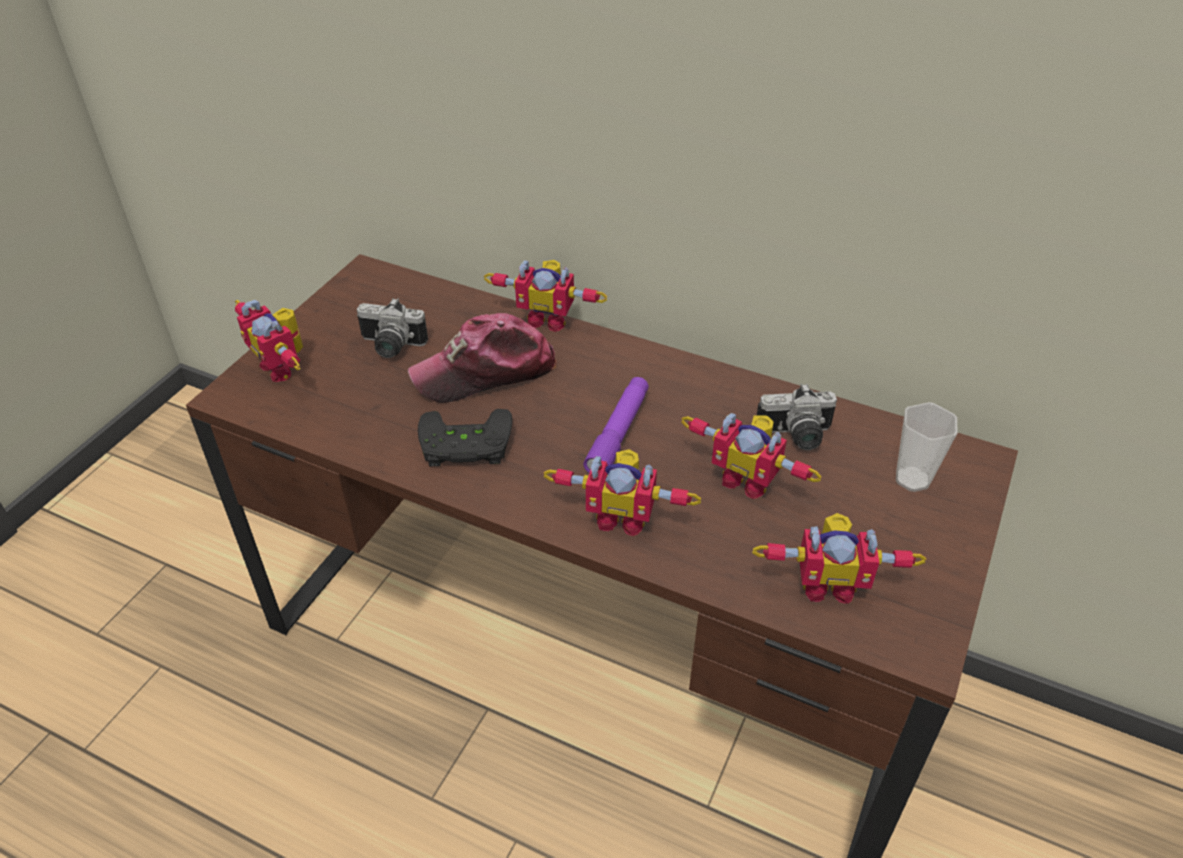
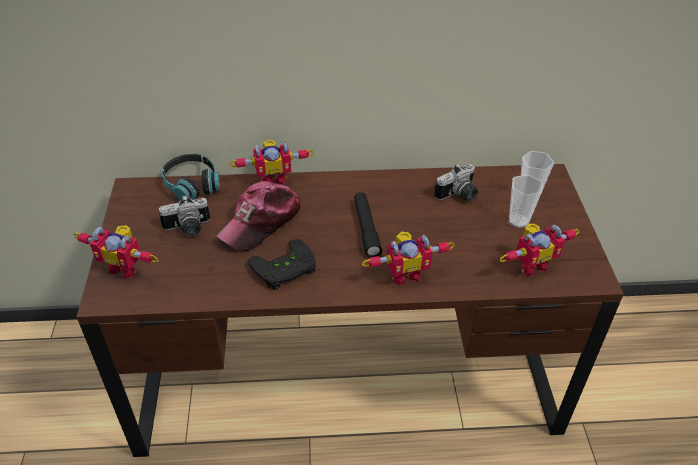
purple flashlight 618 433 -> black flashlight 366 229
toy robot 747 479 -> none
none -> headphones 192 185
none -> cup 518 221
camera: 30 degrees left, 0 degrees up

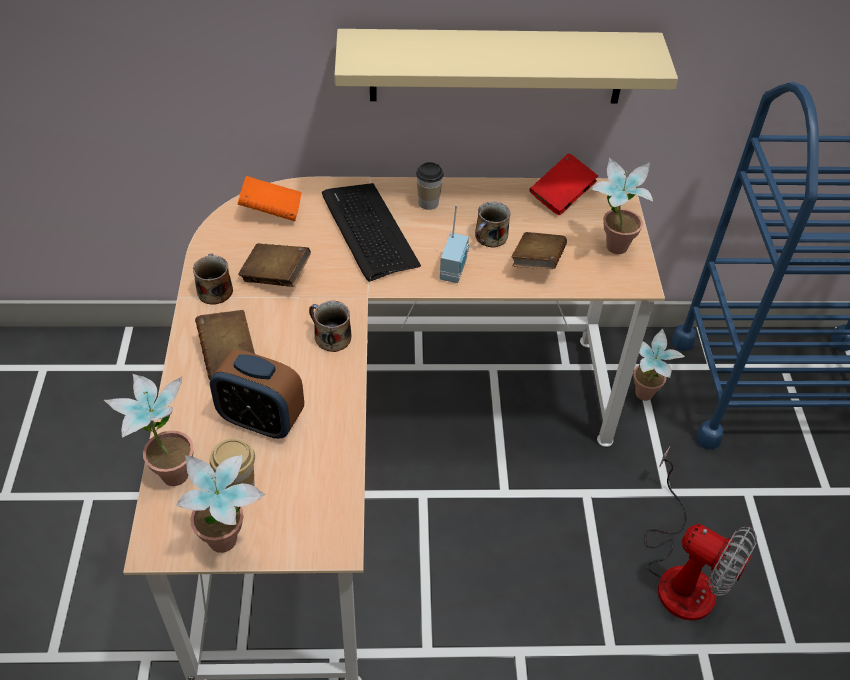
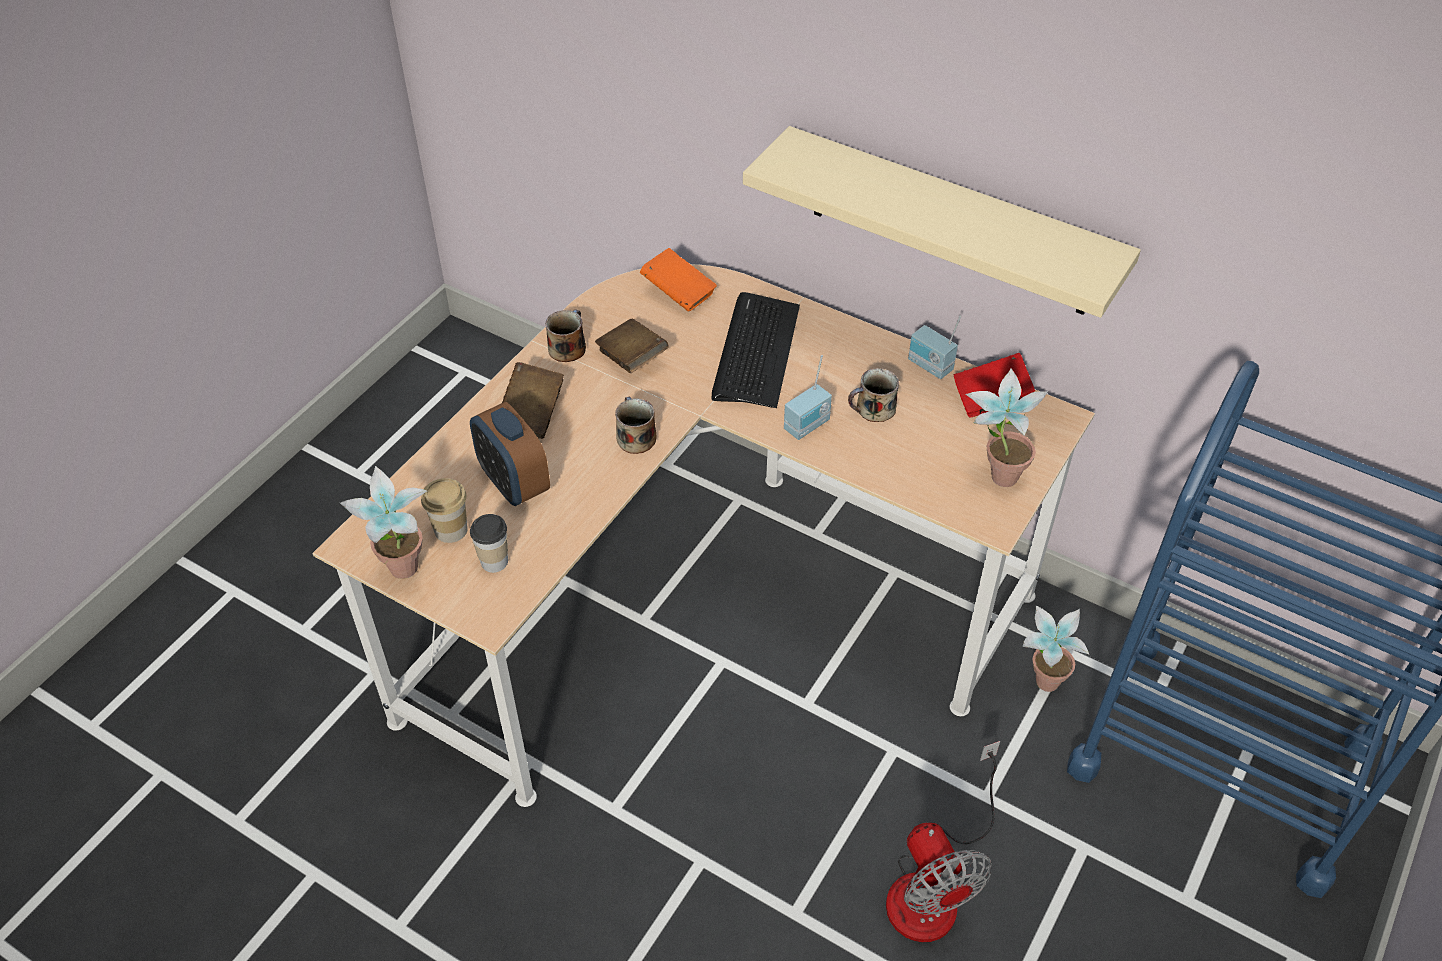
cup 428 202 -> cup 494 561, moved
brown book 537 263 -> none
potted plant 168 468 -> none
none -> radio 929 366
camera: 35 degrees right, 0 degrees up

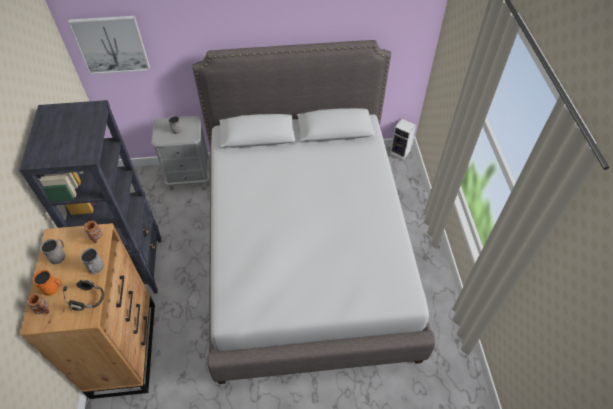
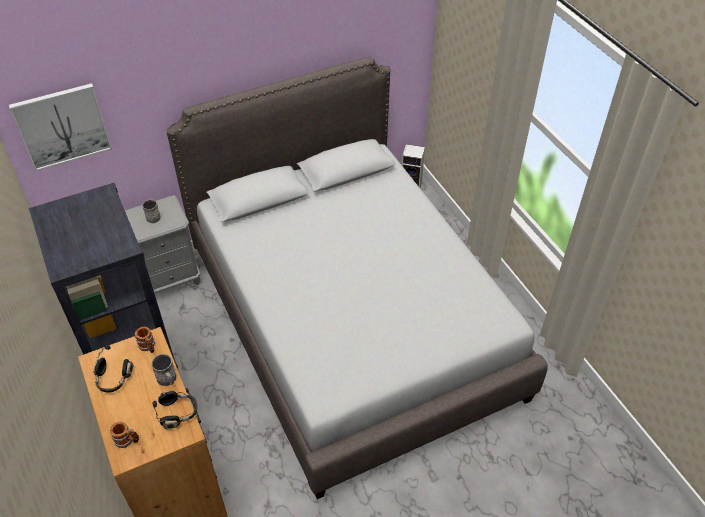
grey mug 58 255 -> black headphones 113 379
orange mug 53 288 -> none
camera: 20 degrees left, 5 degrees down

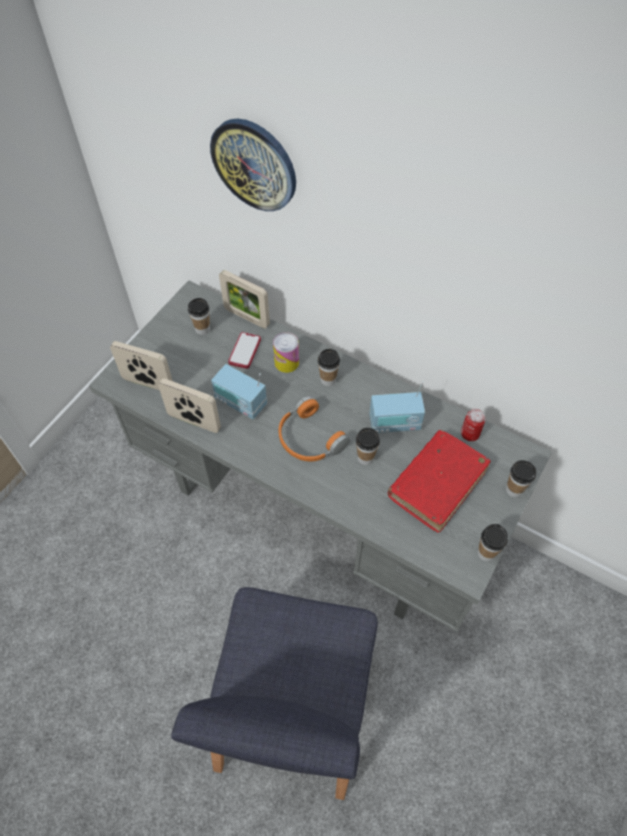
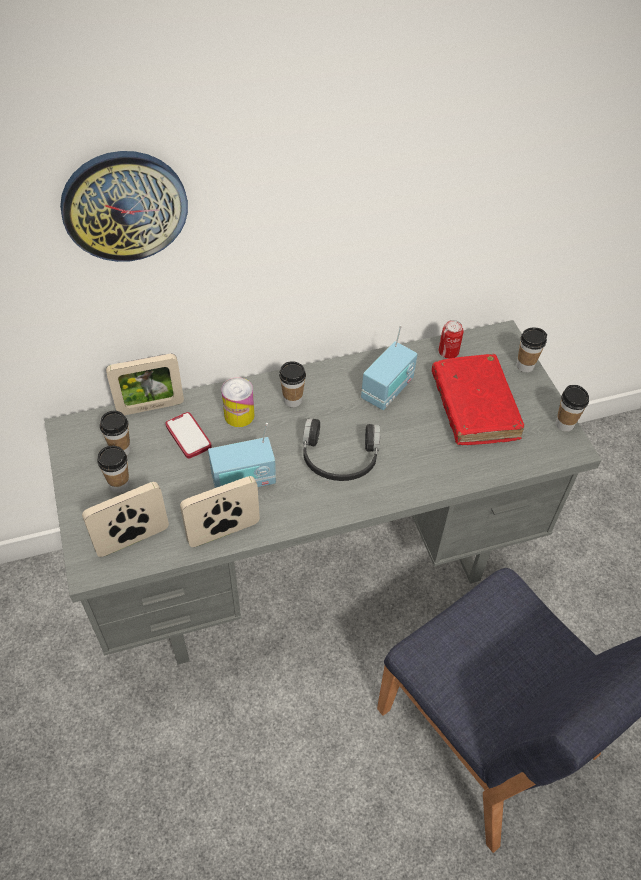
orange headphones 308 439 -> black headphones 339 459
cup 365 457 -> cup 119 484, moved
camera: 50 degrees left, 5 degrees down

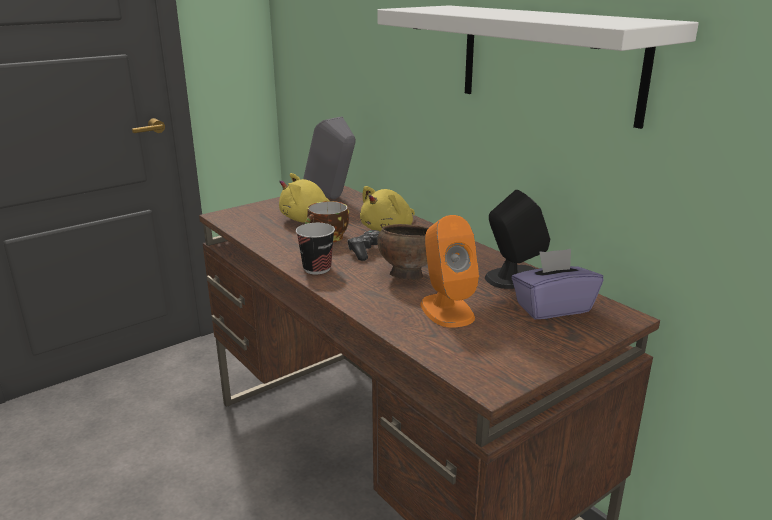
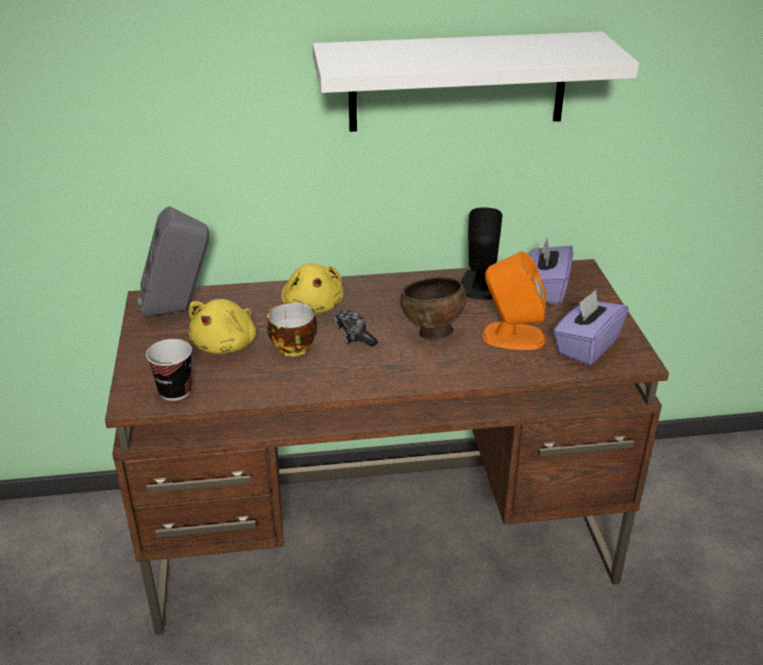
cup 317 268 -> cup 175 391, moved
none -> purple tissue box 586 347
camera: 60 degrees left, 10 degrees up

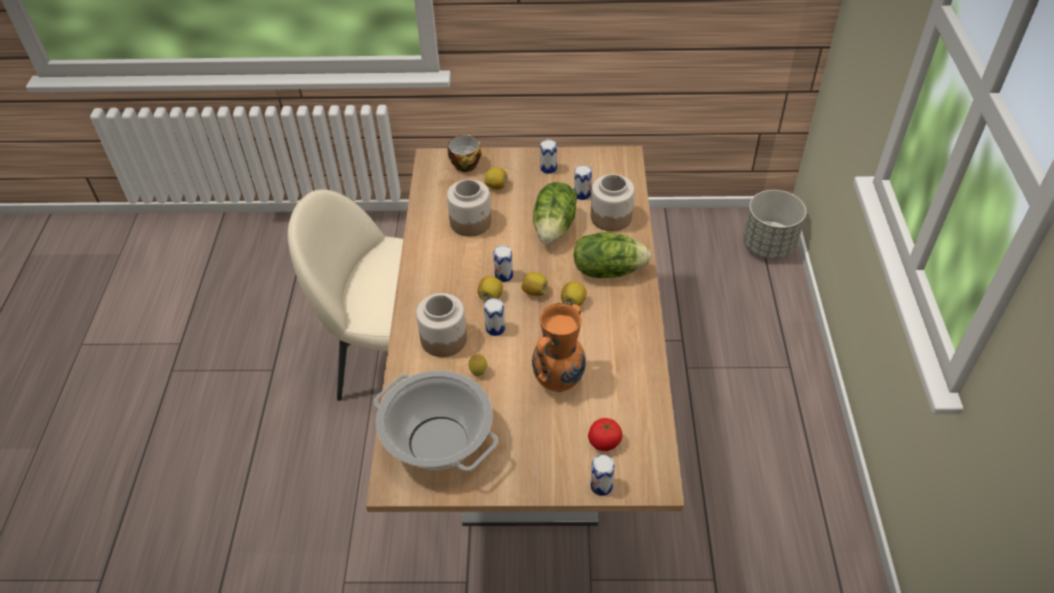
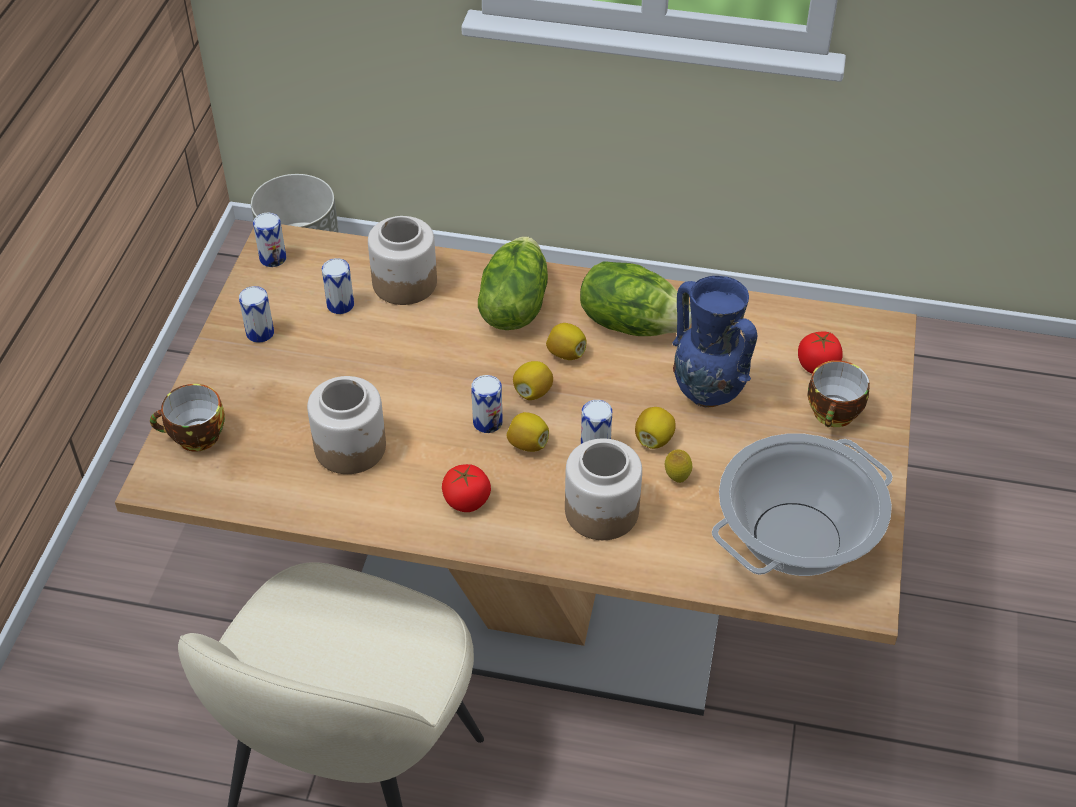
lemon 496 186 -> lemon 654 439, moved
lettuce 555 227 -> lettuce 631 323, moved
orange vase 559 380 -> blue vase 707 392
can 601 486 -> can 273 258, moved
none -> cup 834 415
none -> tomato 467 500
camera: 80 degrees left, 0 degrees up

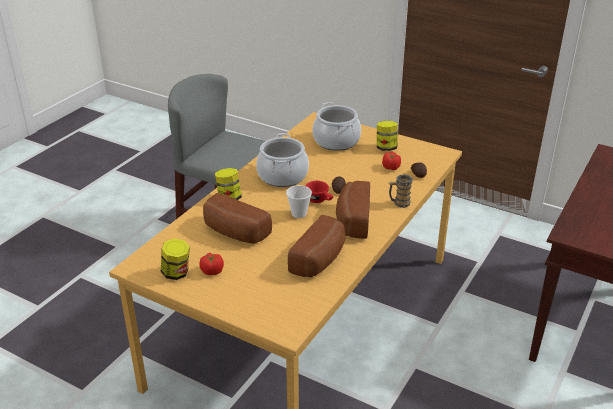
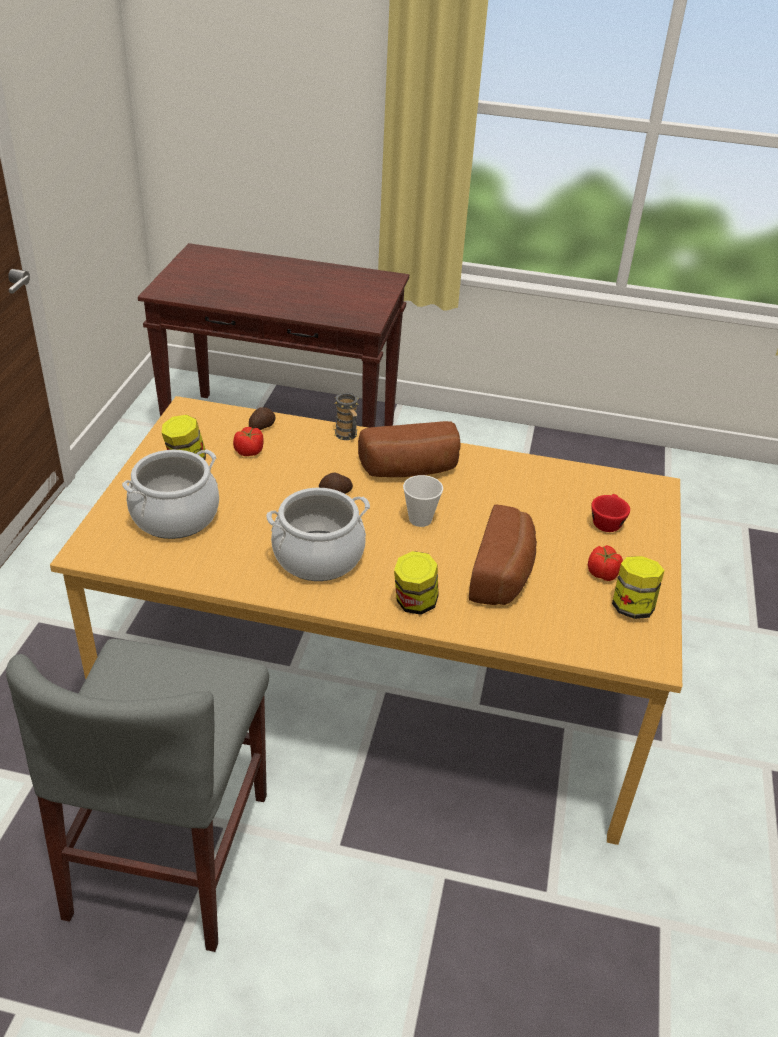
red cup 319 200 -> red cup 606 521, moved
bread 321 260 -> none
camera: 110 degrees left, 5 degrees up

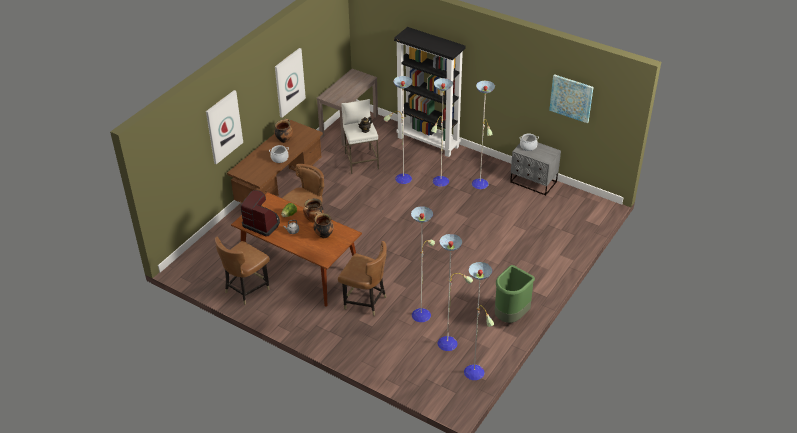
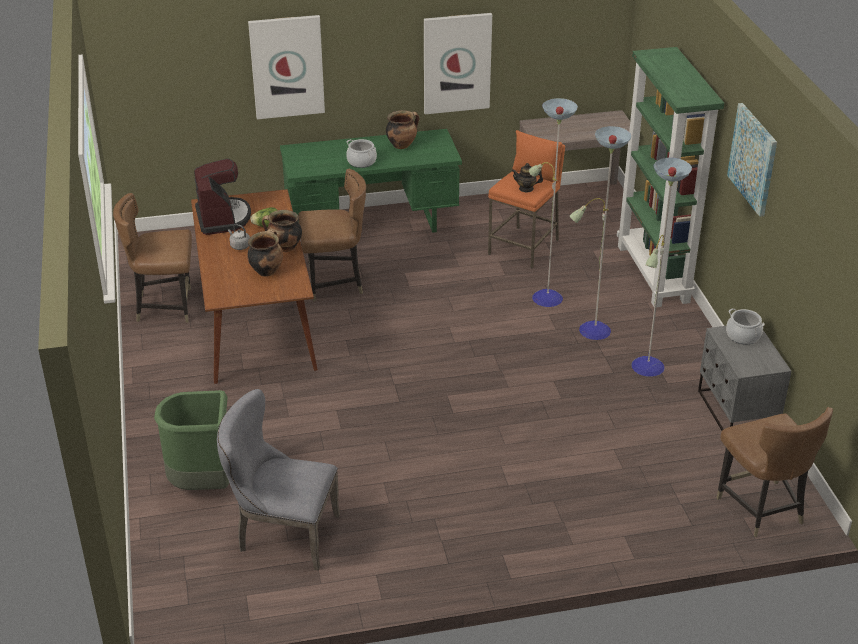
black bookcase 429 142 -> green bookcase 654 274
picture 571 98 -> picture 753 159, moved
white stool 361 161 -> orange stool 524 247
brown desk 280 191 -> green desk 373 225
floor lamp 448 342 -> grey chair 282 534
brown chair 365 301 -> brown chair 761 509, moved
green trash can 511 316 -> green trash can 203 484, moved
camera: 45 degrees right, 5 degrees down

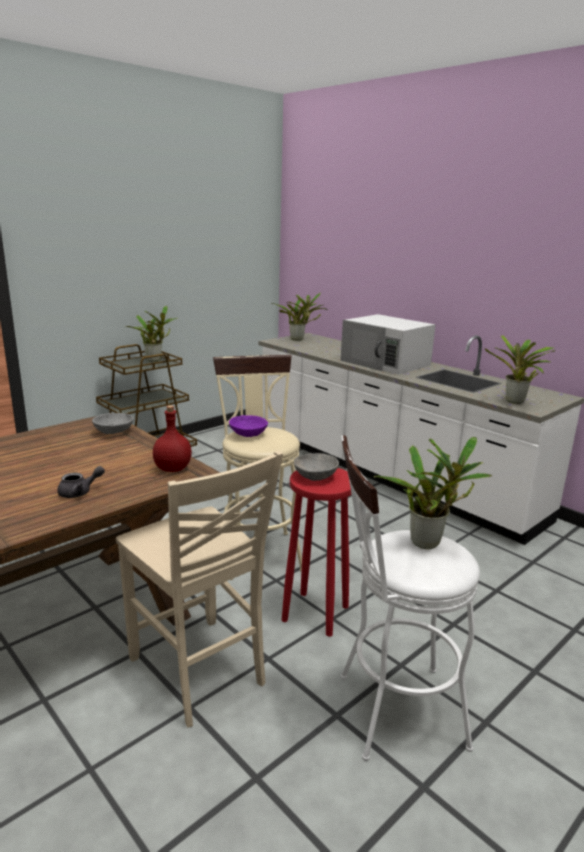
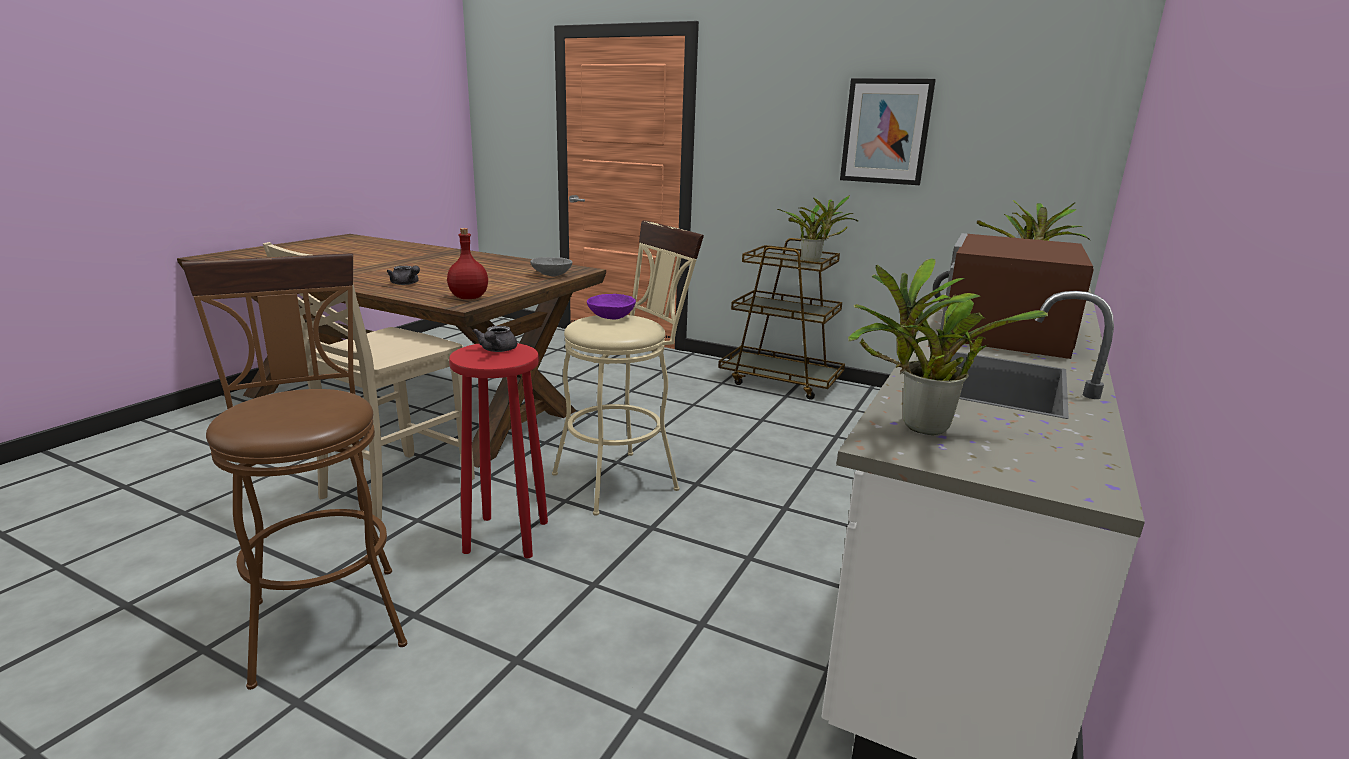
white microwave 386 363 -> brown microwave 1003 330
white stool 390 712 -> brown stool 326 613
potted plant 429 542 -> none
grey bowl 316 476 -> grey teapot 497 350
none -> picture 886 131
camera: 70 degrees right, 0 degrees up

